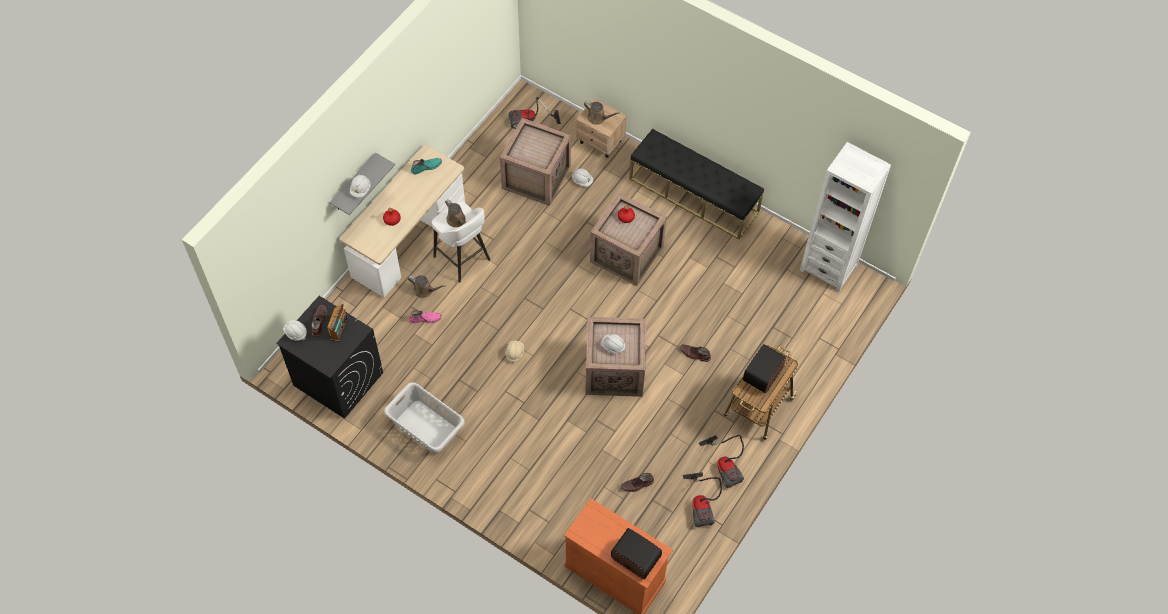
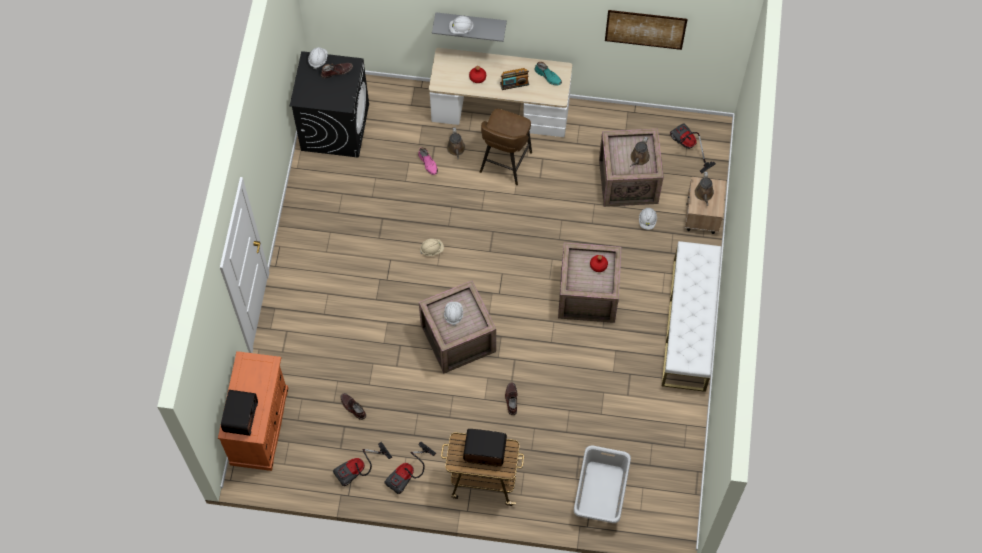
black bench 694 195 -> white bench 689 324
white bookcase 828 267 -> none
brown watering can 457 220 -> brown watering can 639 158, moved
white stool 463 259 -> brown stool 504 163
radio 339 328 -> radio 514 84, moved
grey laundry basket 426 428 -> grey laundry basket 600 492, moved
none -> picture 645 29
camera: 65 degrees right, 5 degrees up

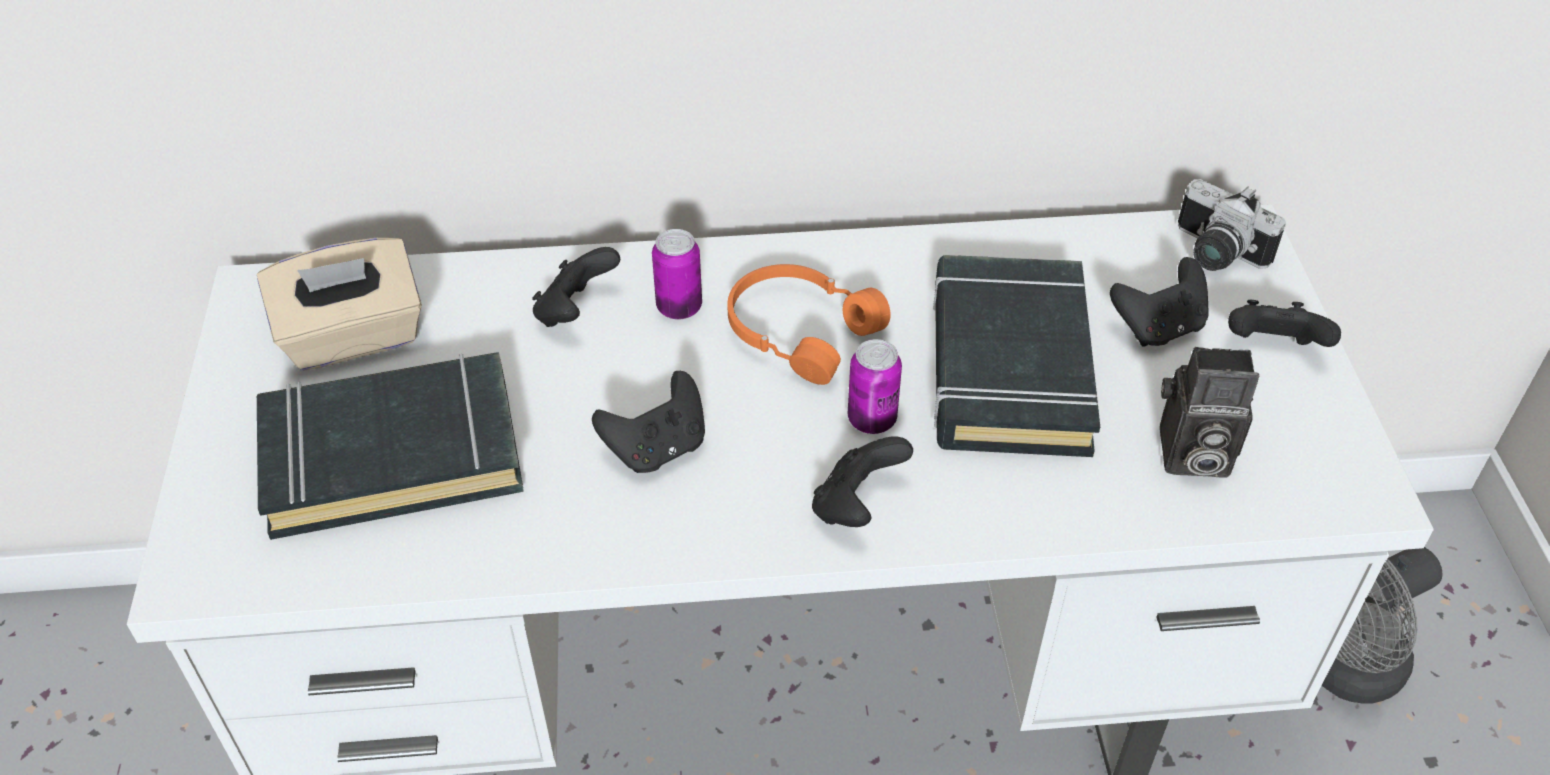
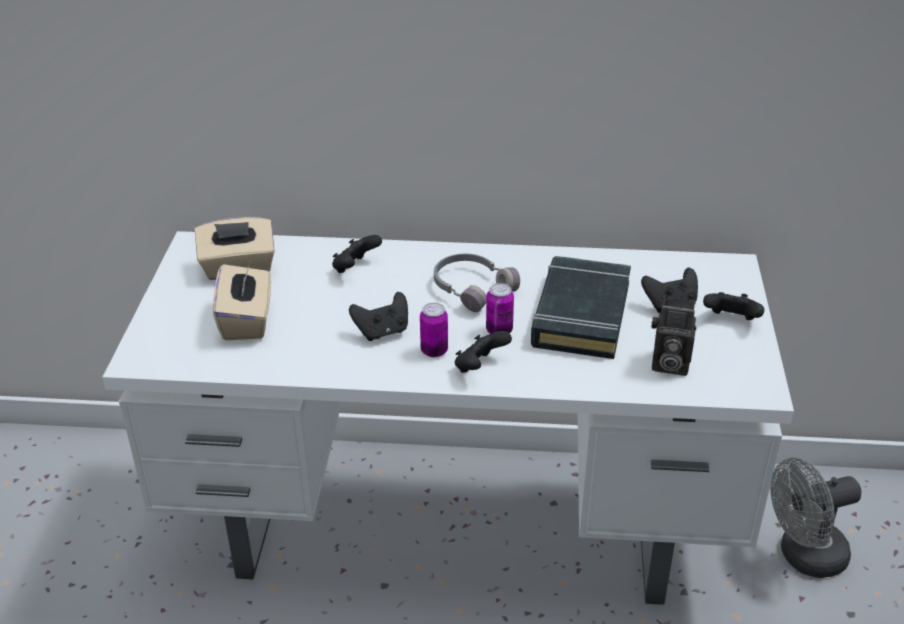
photo camera 1214 254 -> none
can 679 307 -> can 434 351, moved
orange headphones 800 331 -> grey headphones 472 288
black book 393 455 -> beige tissue box 247 321
camera: 10 degrees right, 10 degrees down

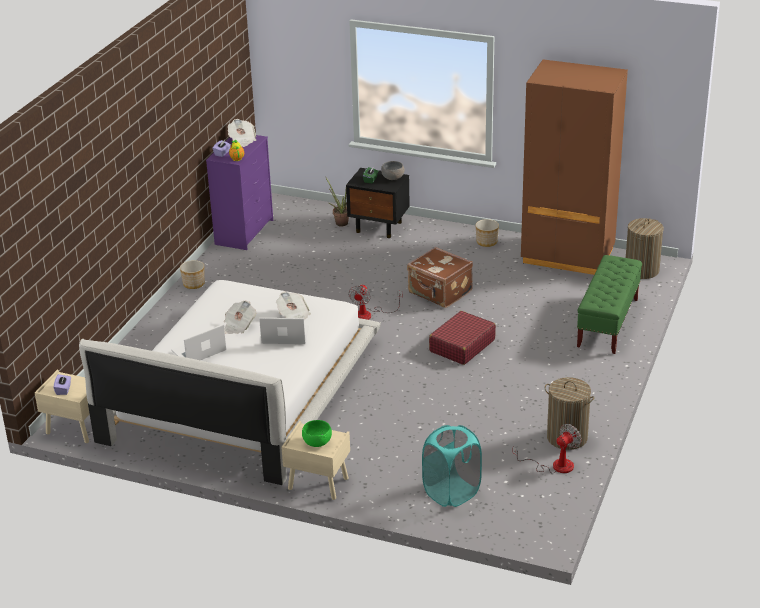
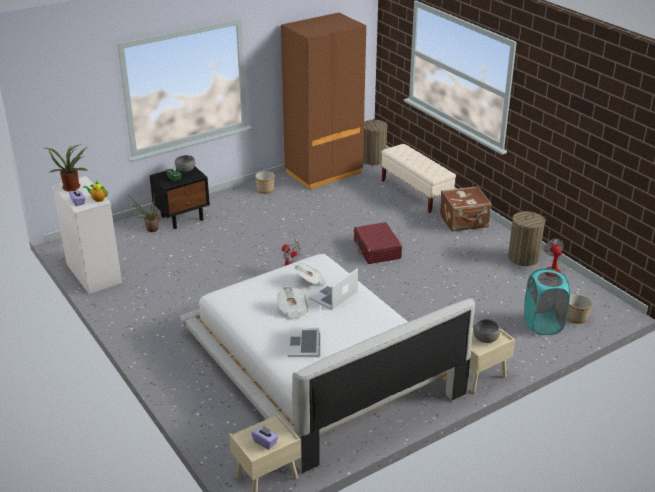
newspaper 242 140 -> potted plant 72 187
purple dresser 244 232 -> white dresser 93 273
brown suitcase 439 293 -> brown suitcase 464 222, moved
green bench 608 323 -> beige bench 416 193
planter 193 284 -> planter 576 318, moved
green bowl 317 442 -> grey bowl 485 339
camera: 55 degrees left, 0 degrees up

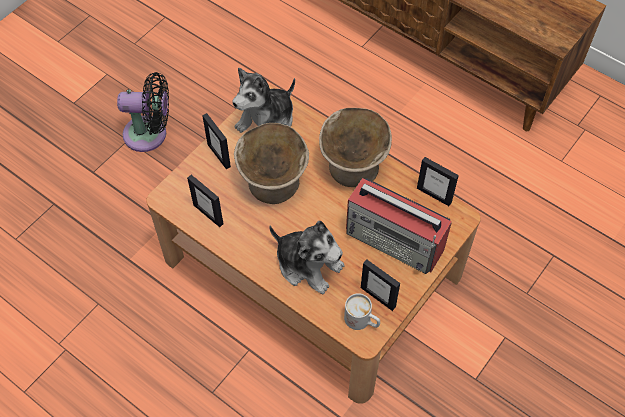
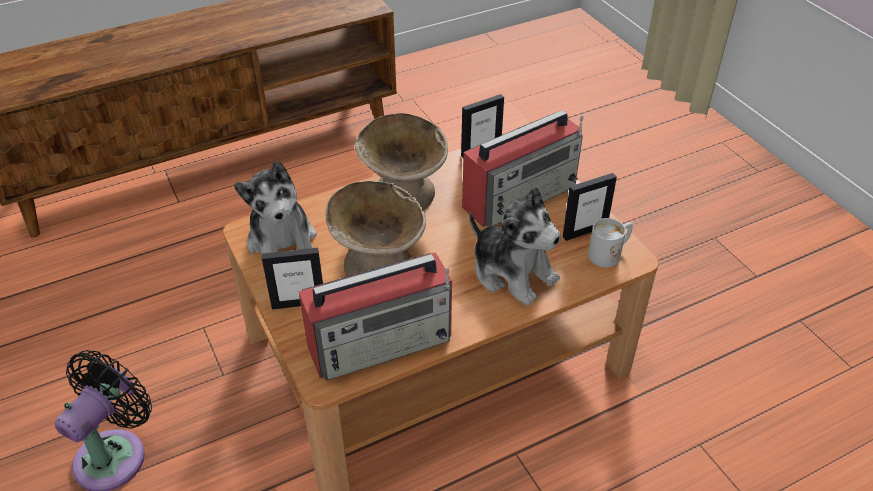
picture frame 208 214 -> radio 382 342
plush toy 308 264 -> plush toy 512 272, 75 degrees clockwise
camera: 65 degrees left, 15 degrees down

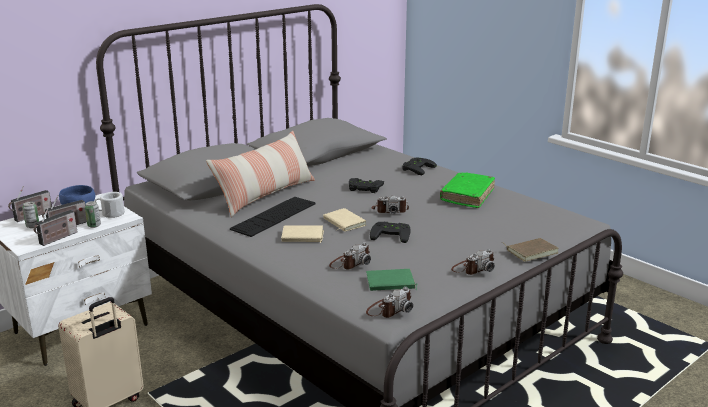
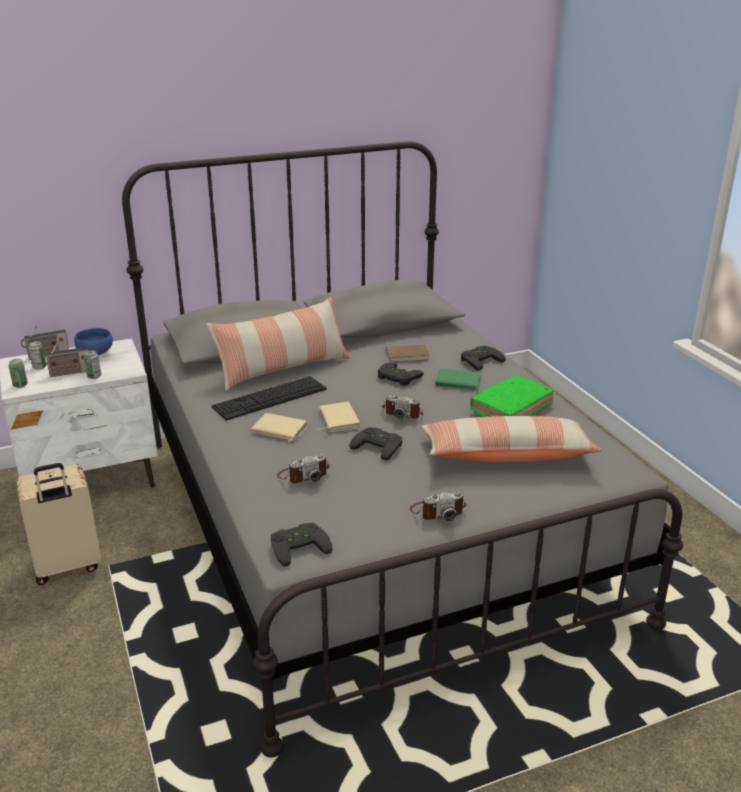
white mug 110 214 -> none
radio 57 239 -> none
brown book 531 251 -> brown book 407 355, moved
green book 390 283 -> green book 457 383, moved
photo camera 389 309 -> black game controller 298 545
none -> can 20 385
none -> pillow 506 455
camera: 20 degrees right, 5 degrees up

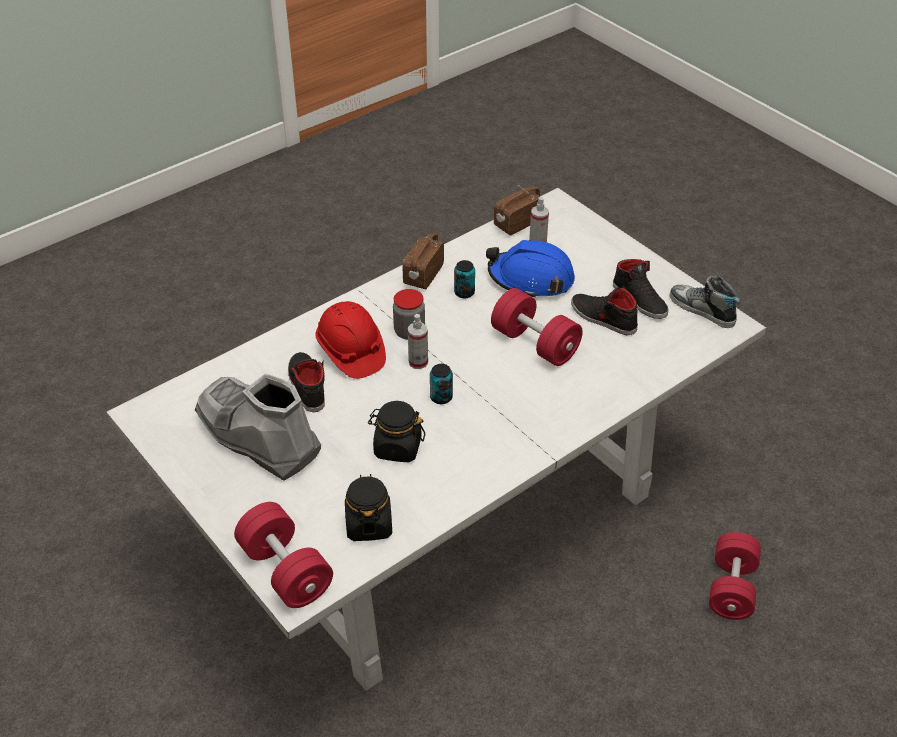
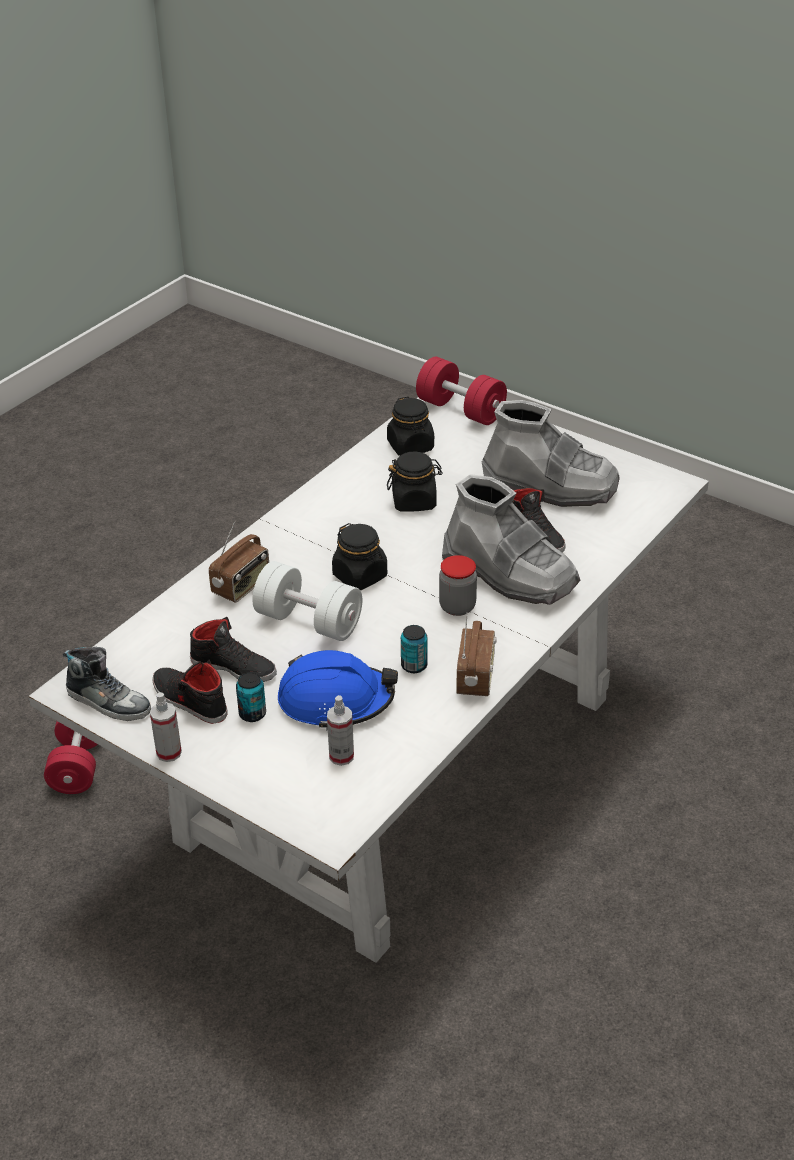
radio 517 223 -> radio 242 586, moved
red dumbbell 535 343 -> white dumbbell 308 621
red hard hat 350 352 -> grey boot 510 574
spray bottle 418 362 -> spray bottle 169 753, moved
can 441 397 -> can 252 714, moved
none -> black jar 360 576
camera: 165 degrees right, 5 degrees down

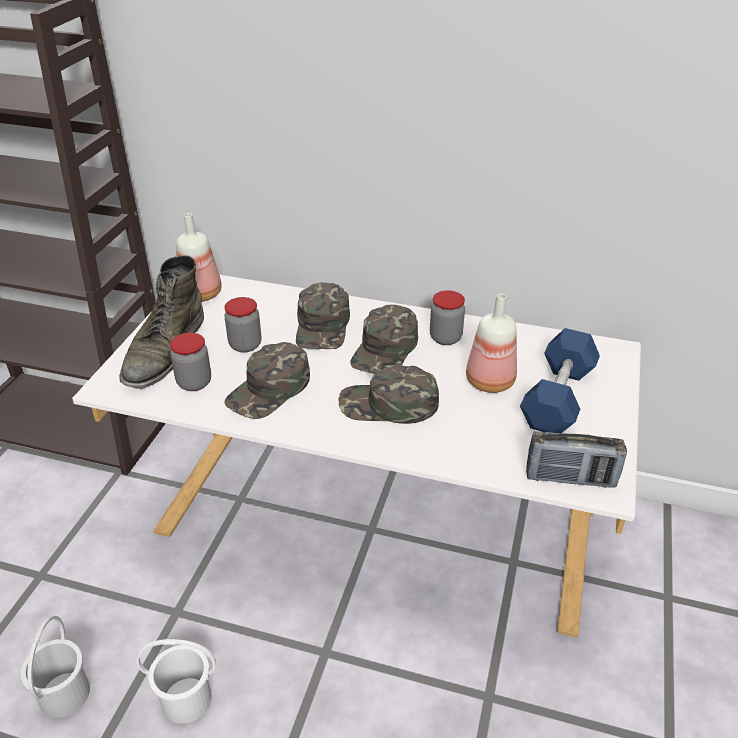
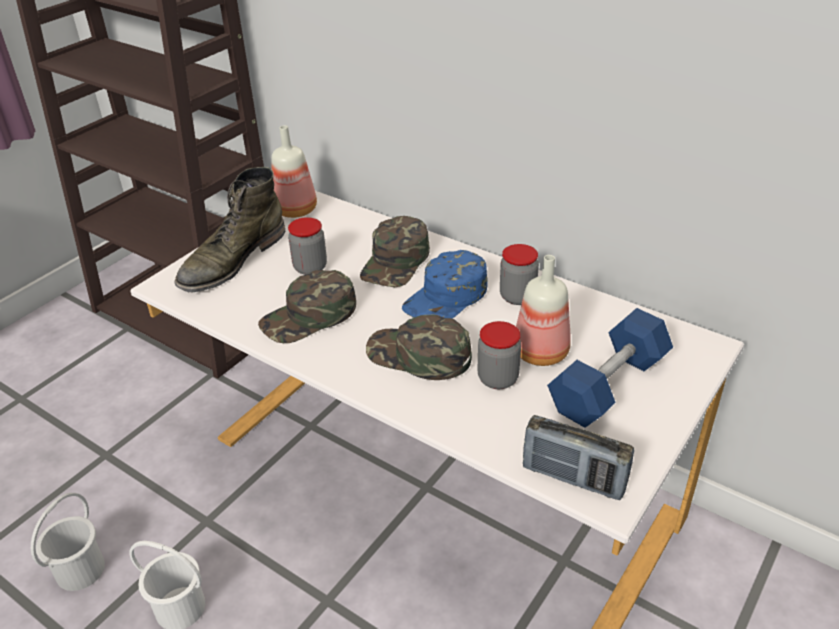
green cap 385 350 -> blue cap 447 297
jar 194 383 -> jar 498 379, moved
camera: 20 degrees right, 0 degrees up

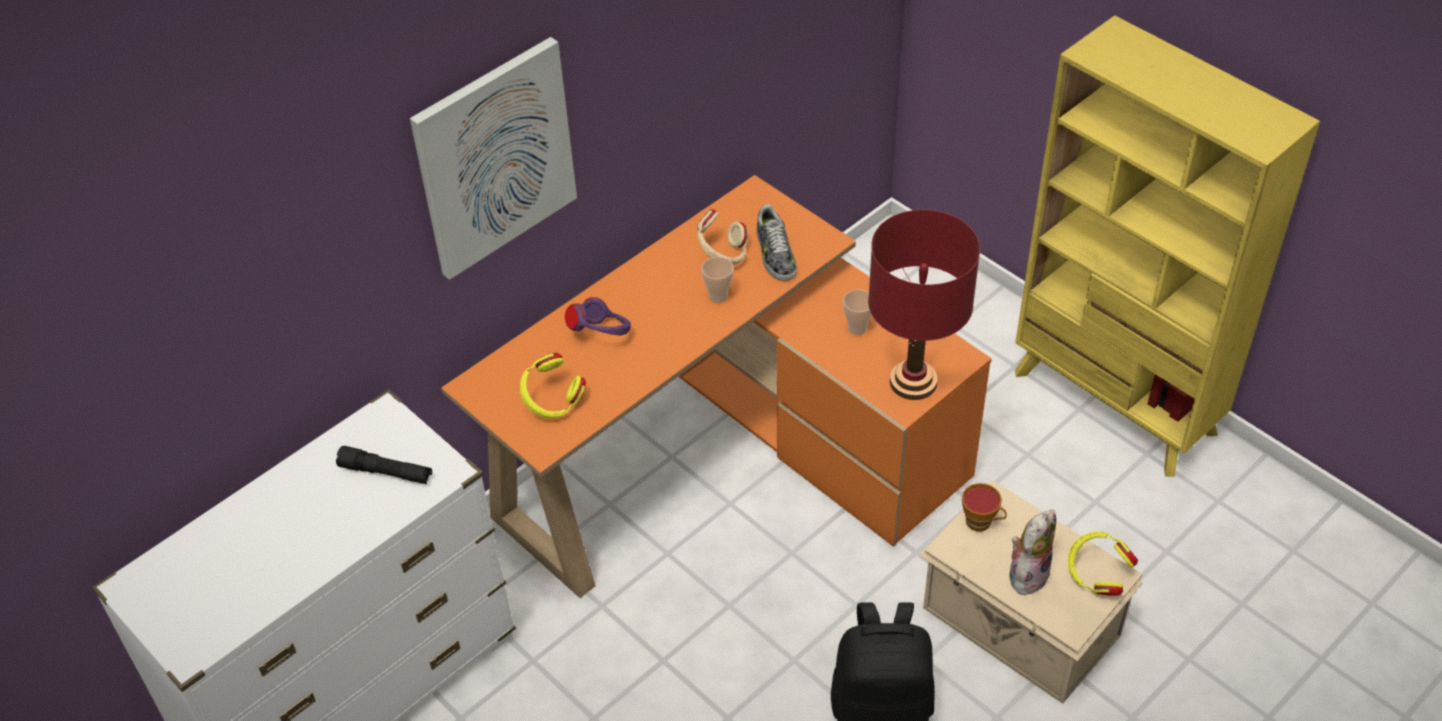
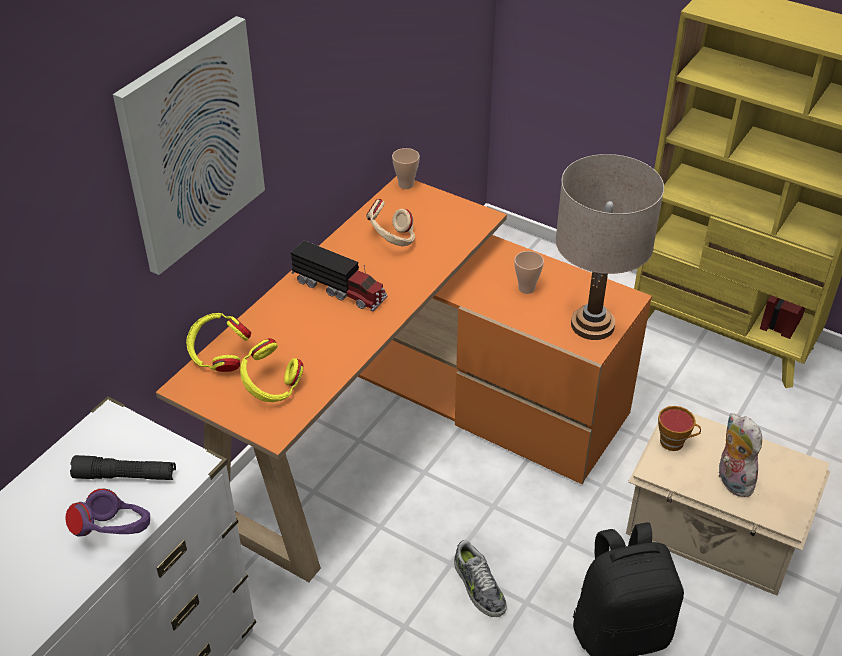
shoe 774 254 -> shoe 478 587, moved
red table lamp 913 382 -> beige table lamp 592 325
cup 718 296 -> cup 406 184, moved
purple headphones 602 335 -> purple headphones 116 533, moved
plush toy 1027 573 -> plush toy 731 480, 45 degrees counterclockwise
yellow headphones 1096 576 -> yellow headphones 219 357, moved
none -> toy truck 340 289
camera: 15 degrees left, 5 degrees down

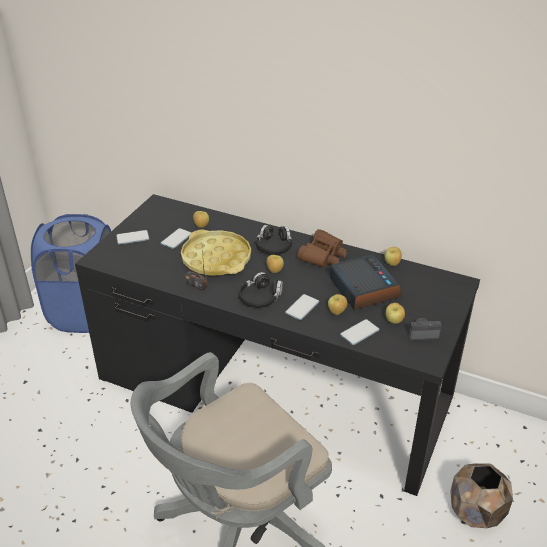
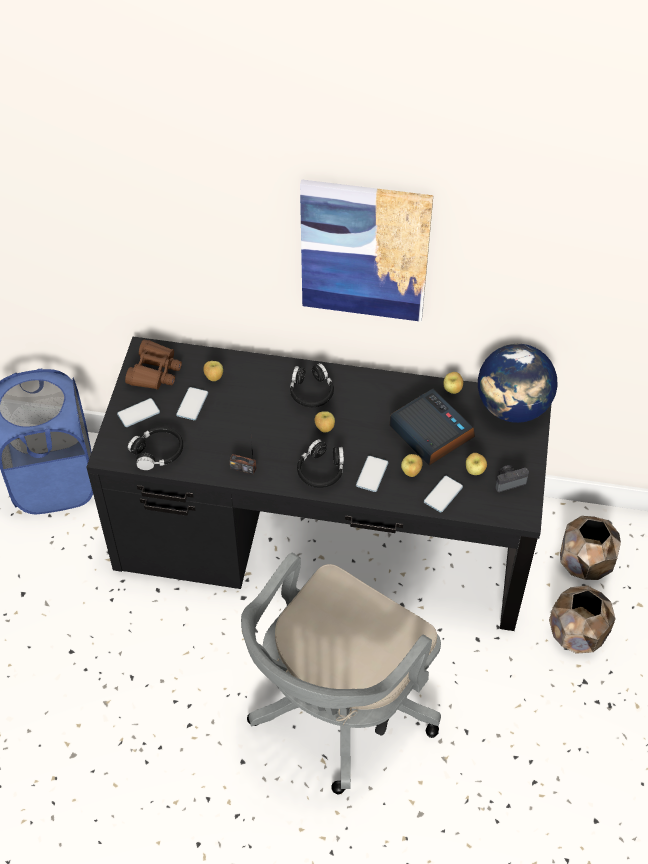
brown binoculars 323 255 -> brown binoculars 154 372, moved
yellow tray 216 258 -> none
none -> picture 364 251
none -> globe 512 408
none -> black headphones 157 452
none -> brown planter 585 563
camera: 15 degrees left, 15 degrees up

